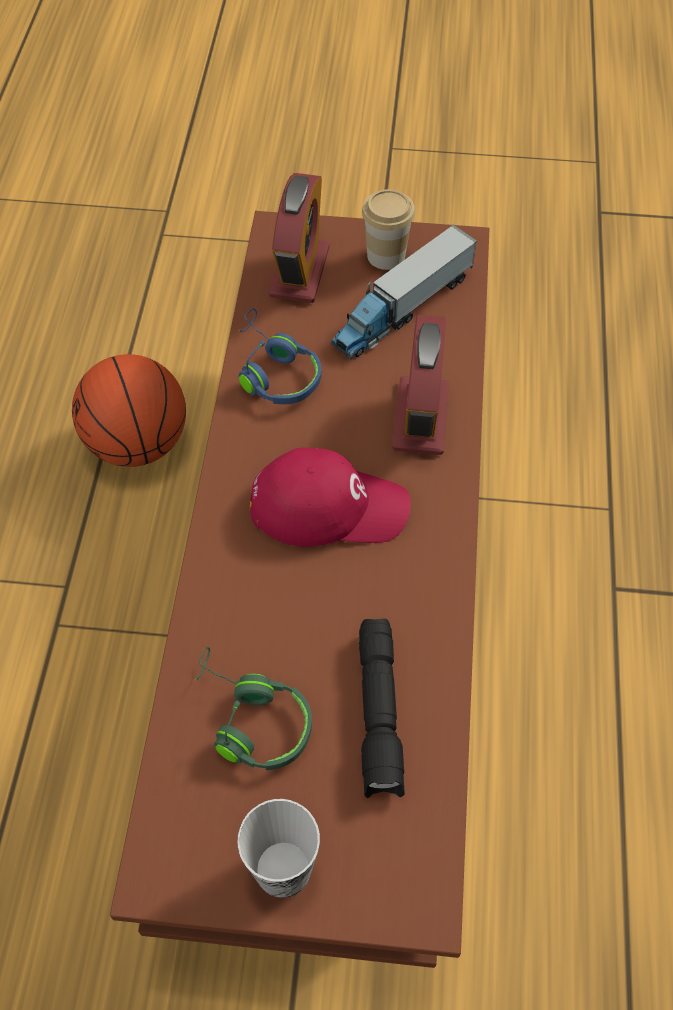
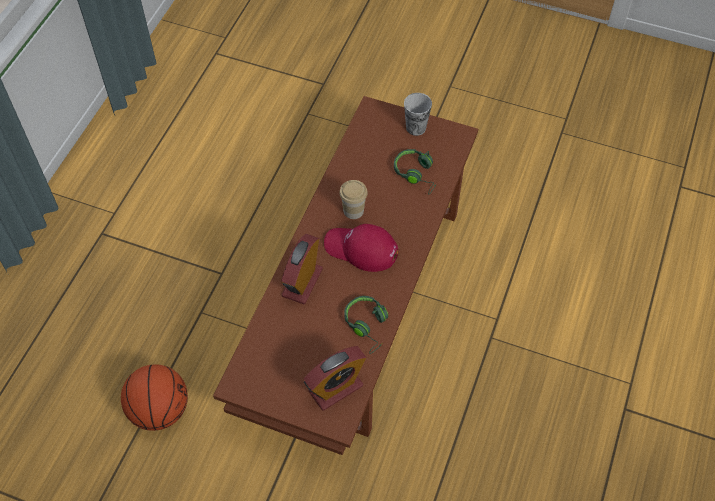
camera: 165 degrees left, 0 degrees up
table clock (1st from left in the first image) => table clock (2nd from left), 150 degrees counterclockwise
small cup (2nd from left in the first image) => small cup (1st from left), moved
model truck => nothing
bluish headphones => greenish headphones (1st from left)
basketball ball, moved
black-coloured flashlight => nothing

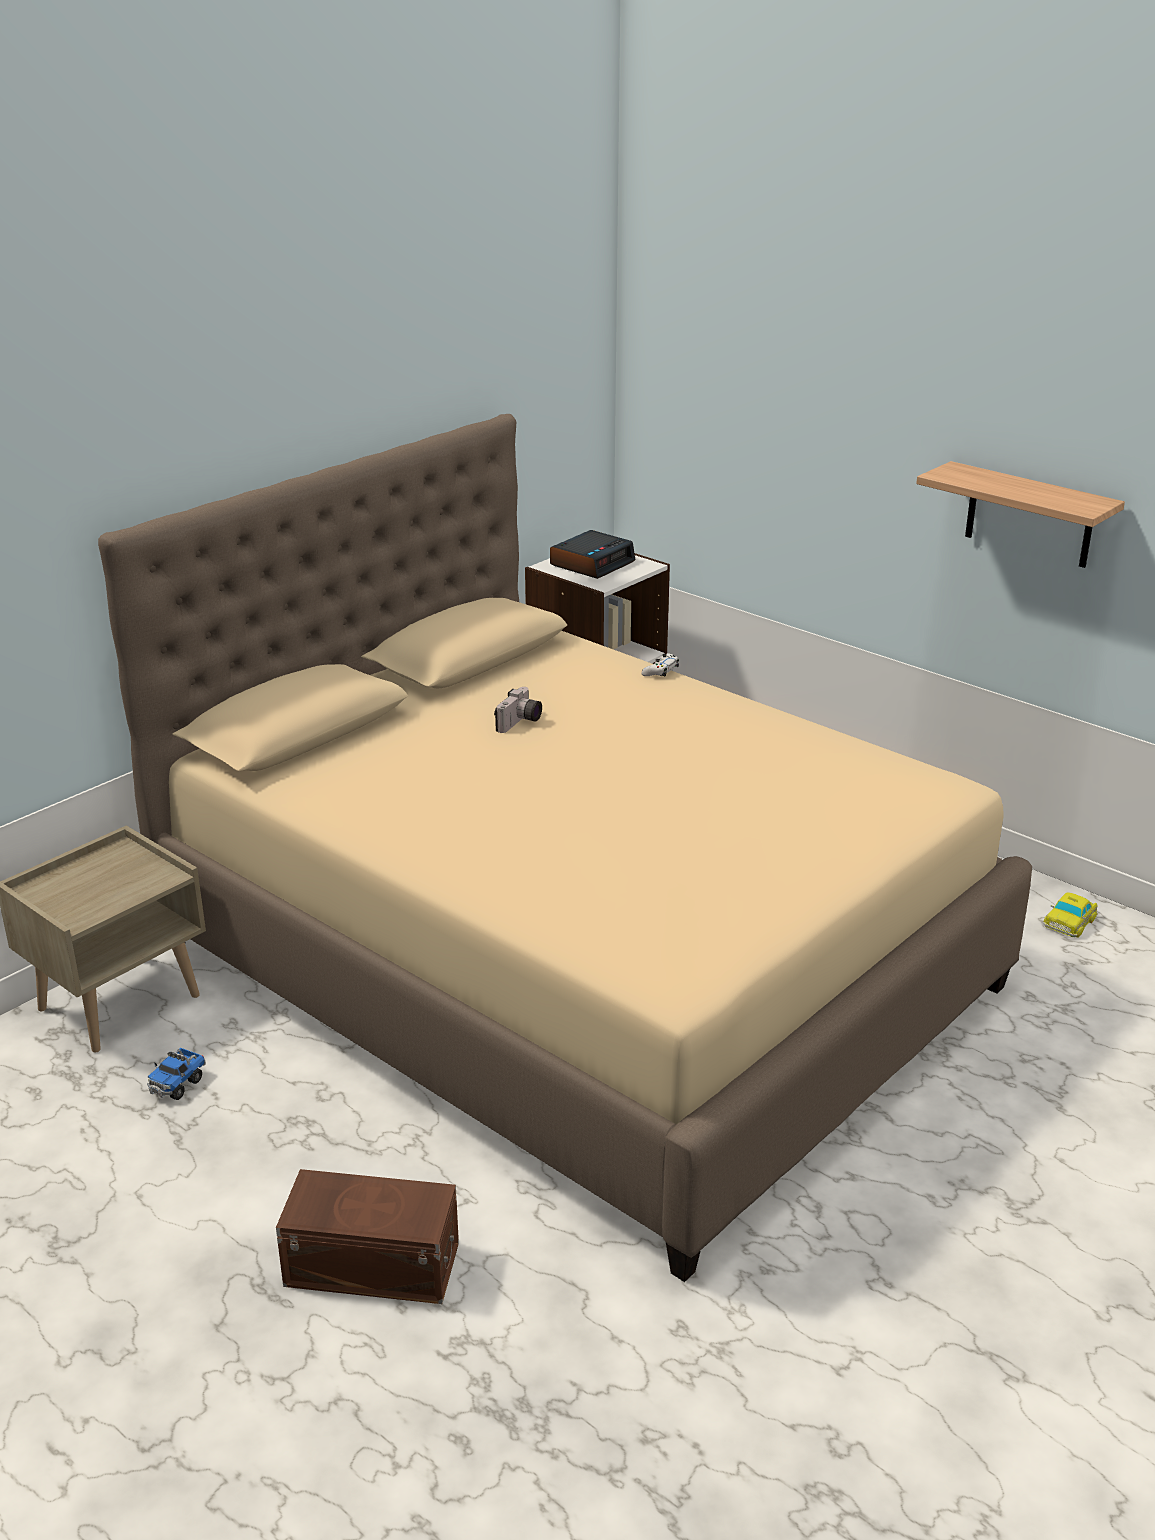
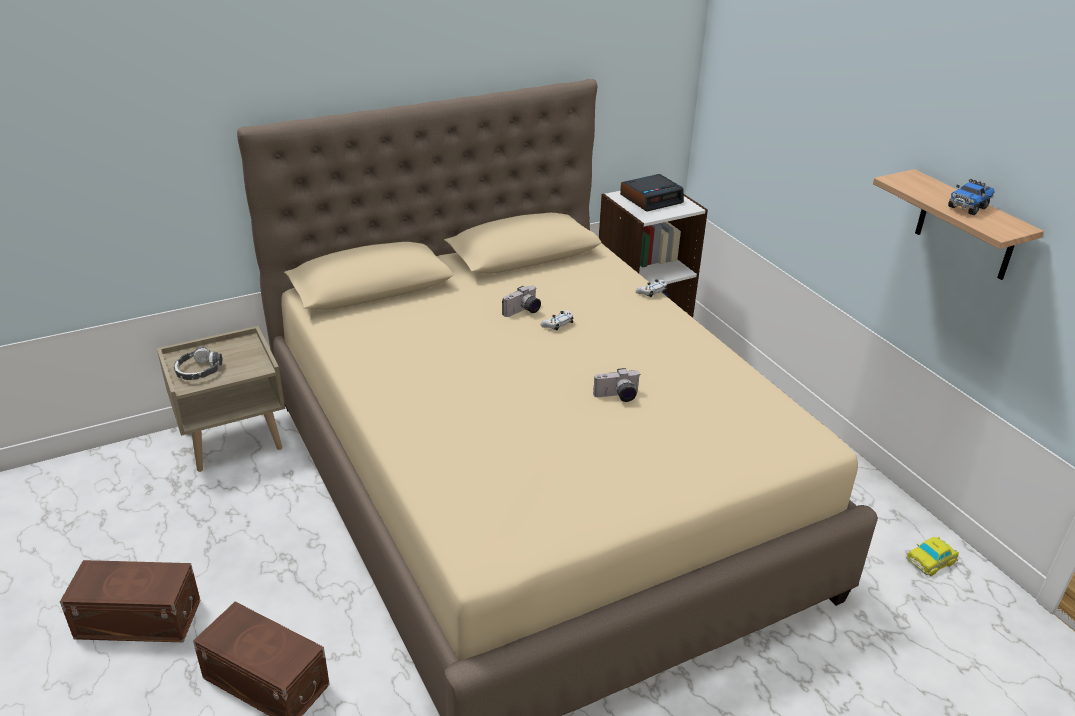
camera: 20 degrees right, 5 degrees up
model truck, moved
nothing => white-coloured joypad (1st from left)
nothing => headphones
nothing => photo camera (2nd from left)
nothing => brown storage bin (1st from left)

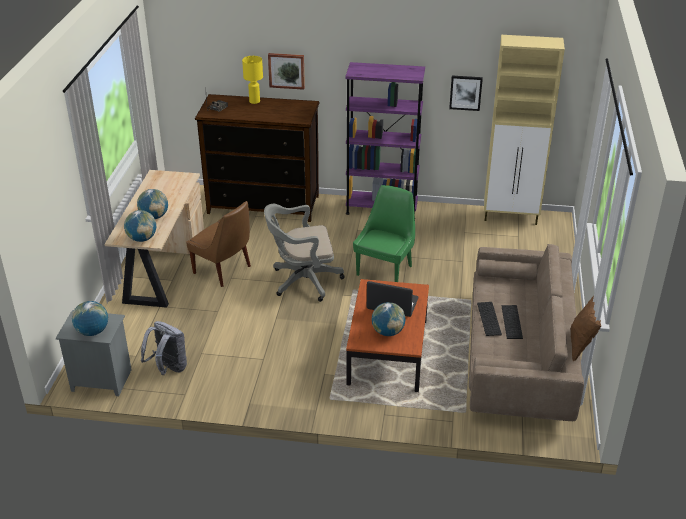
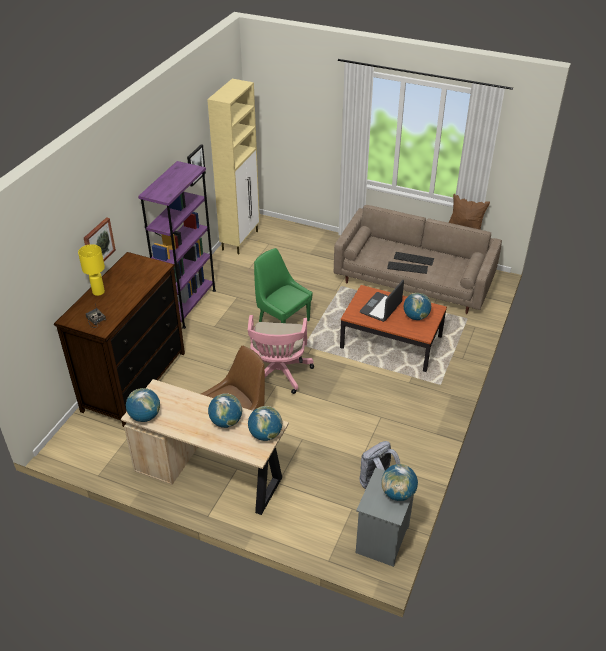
camera: 75 degrees left, 5 degrees up
greyish computer chair => pink computer chair
nothing => world globe (1st from left)

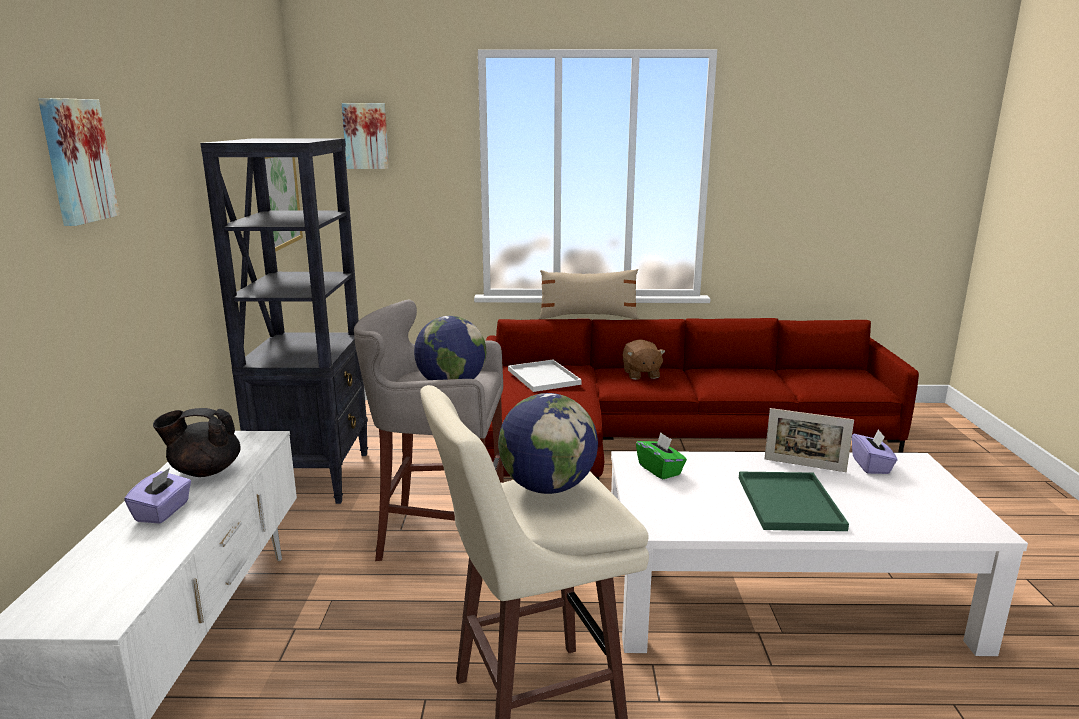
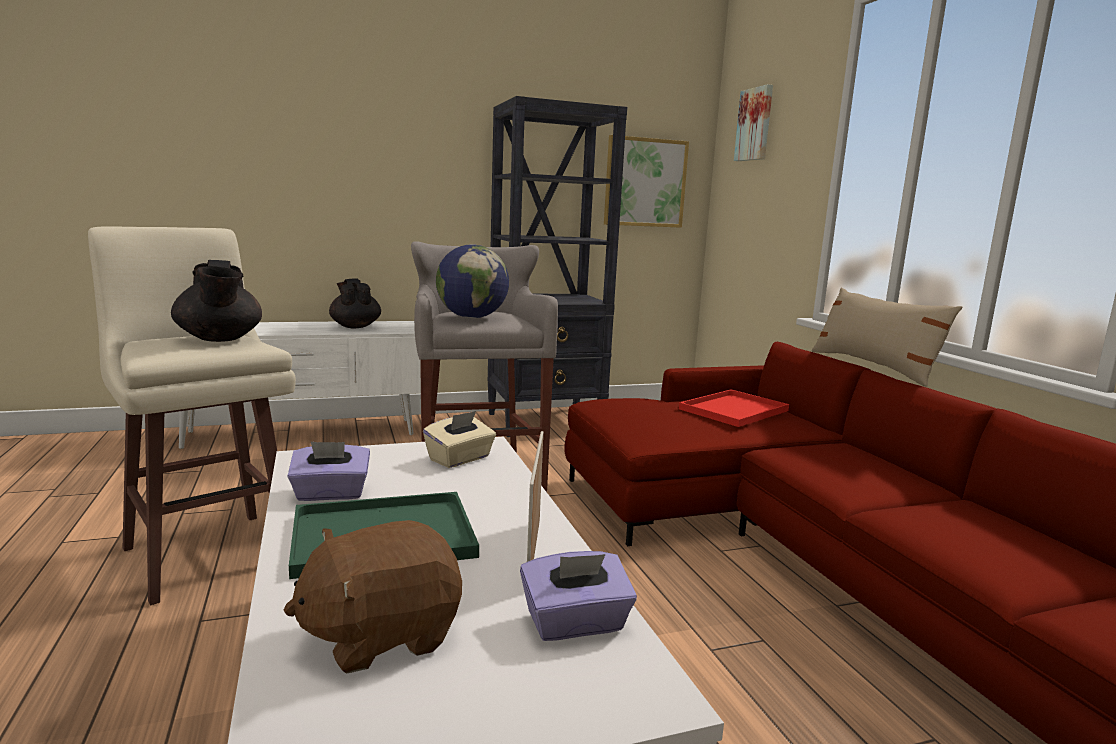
camera: 70 degrees right, 5 degrees down
picture (1st from left) => nothing
brown soft toy, moved
white-coloured serving tray => red serving tray
world globe (2nd from left) => black-coloured pot for tea (1st from left)
greenish tissue holder => sand-coloured tissue holder
purplish tissue holder (1st from left), moved

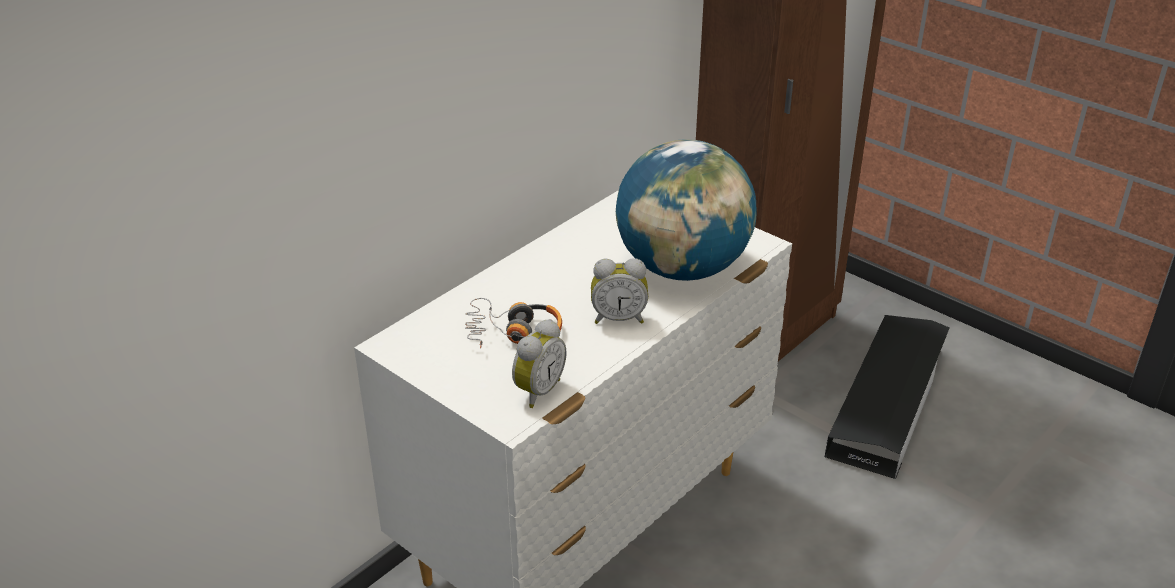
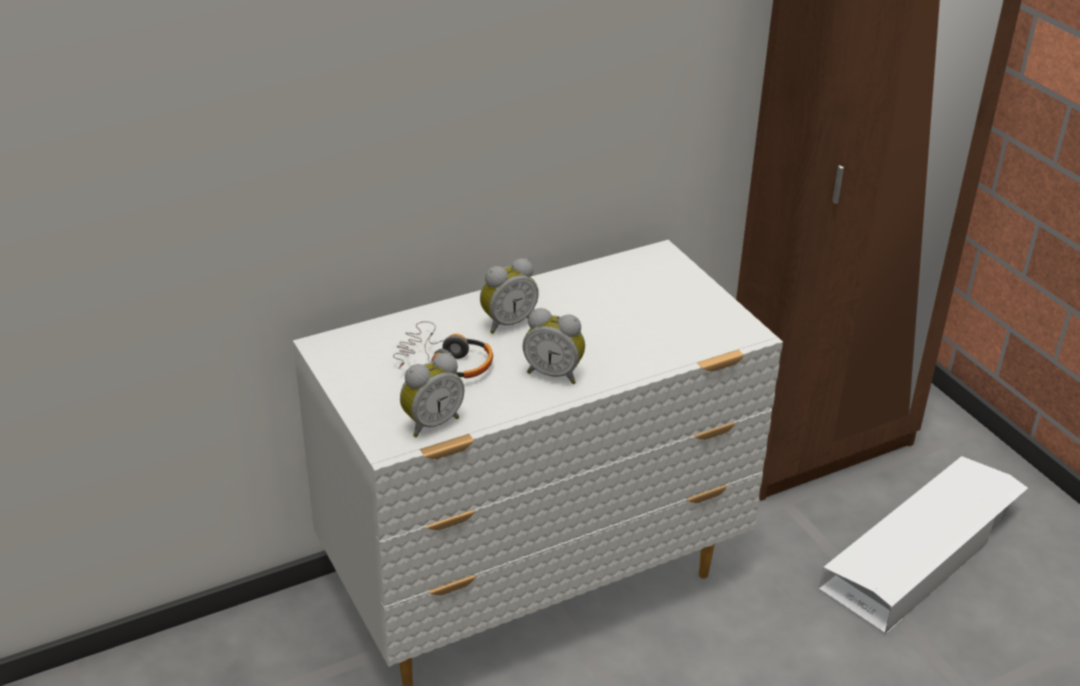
camera: 20 degrees right, 0 degrees up
world globe => nothing
black-coloured storage bin => white-coloured storage bin
nothing => table clock (2nd from left)

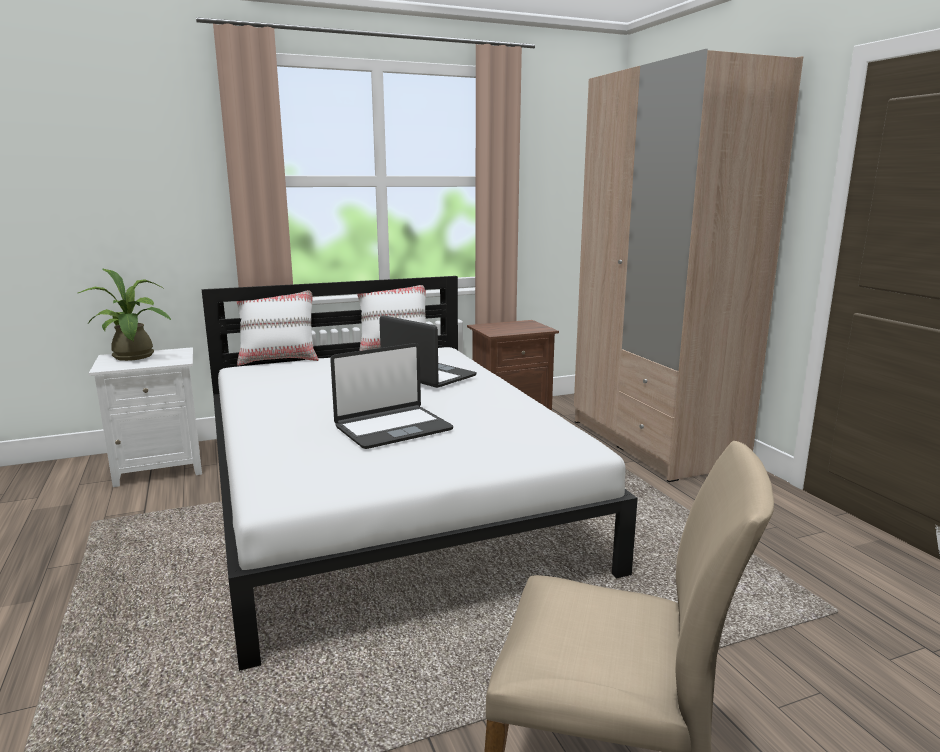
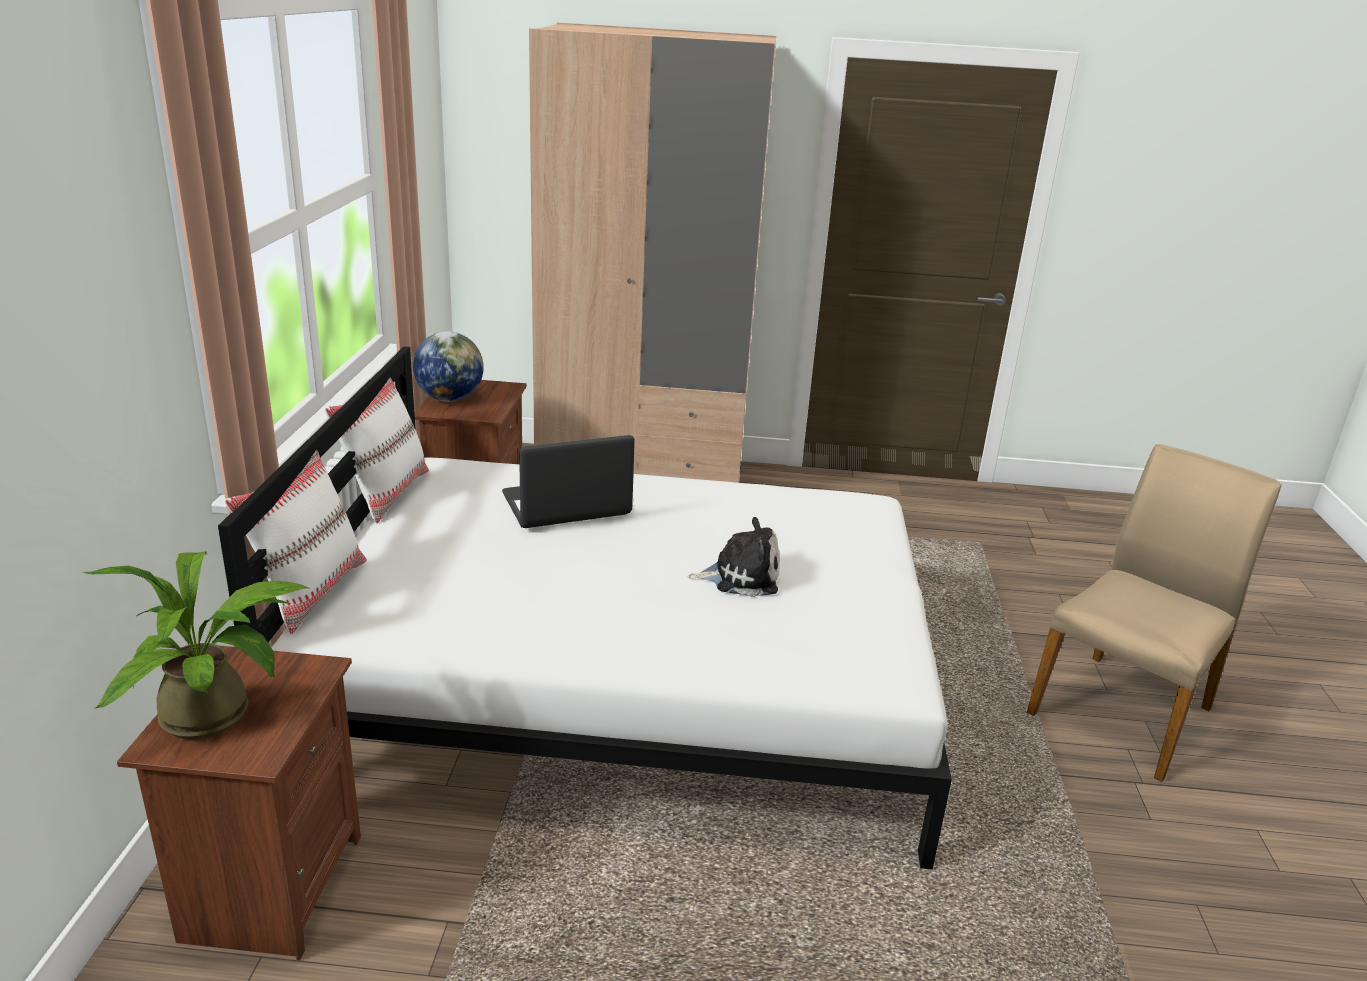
camera: 65 degrees left, 10 degrees up
portable computer (1st from left) => soft toy
white-coloured bedside table => brown bedside table (1st from left)
nothing => world globe

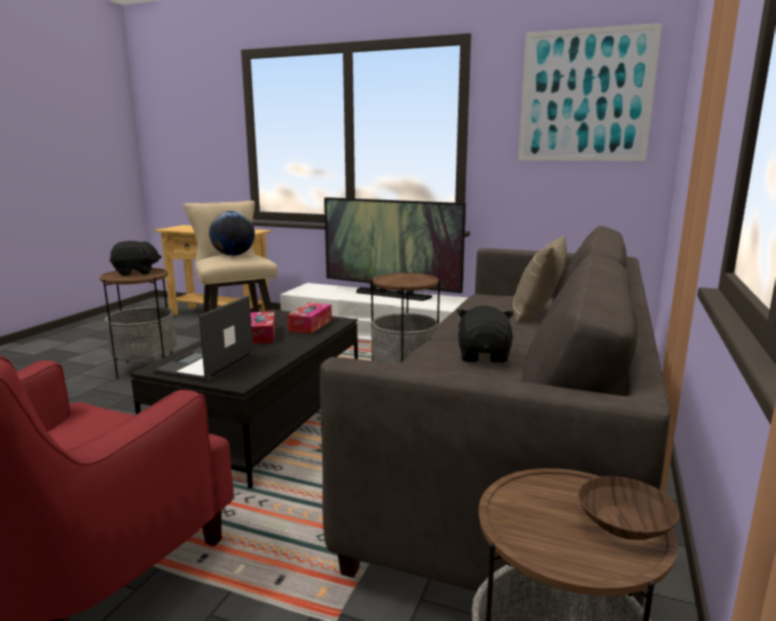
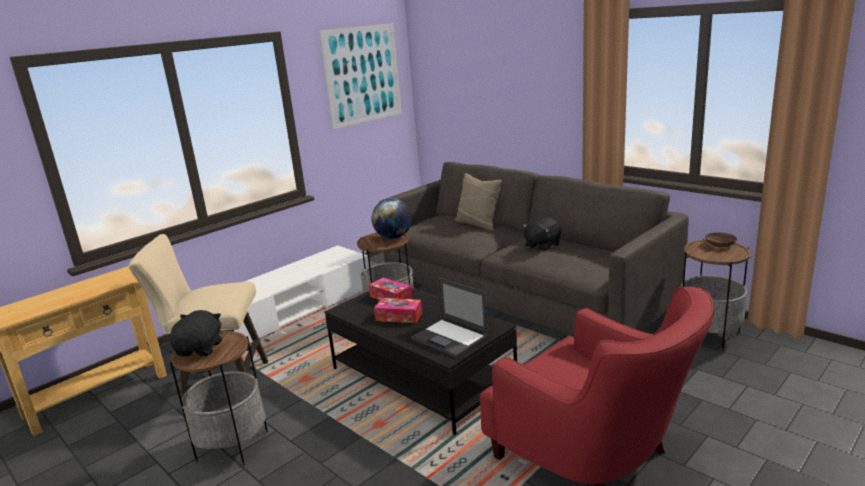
camera: 65 degrees left, 5 degrees up
TV set => nothing
world globe, moved
black-coloured soft toy (2nd from left), 75 degrees counterclockwise

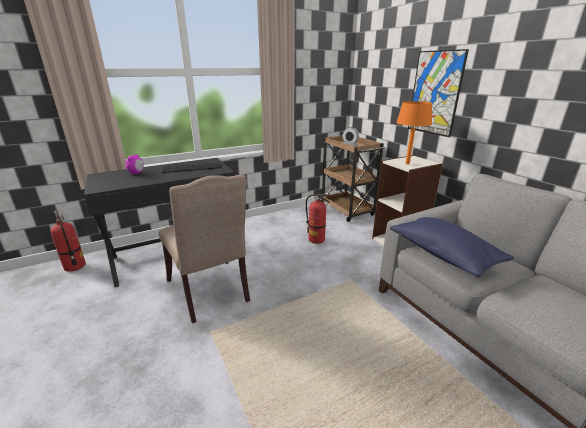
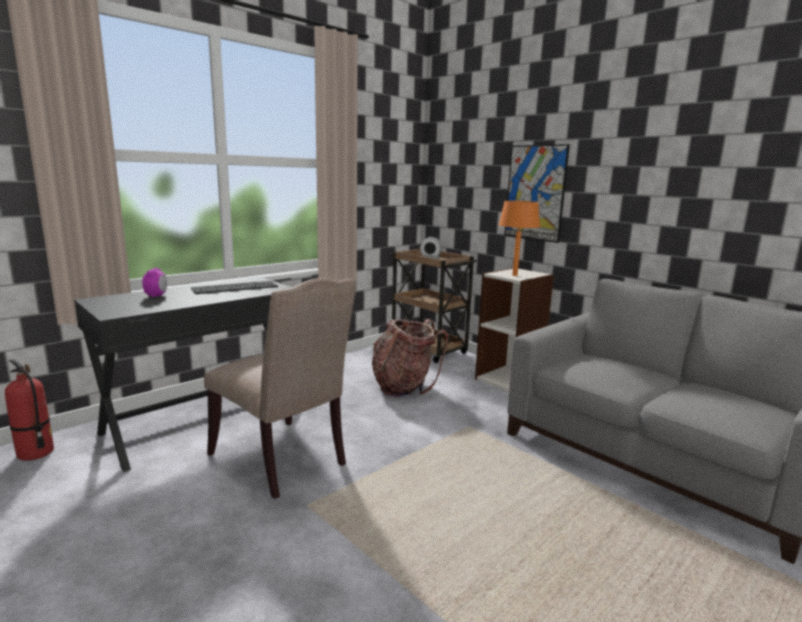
camera: 15 degrees left, 10 degrees down
fire-fighting cylinder (2nd from left) => knapsack
bluish pillow => nothing

